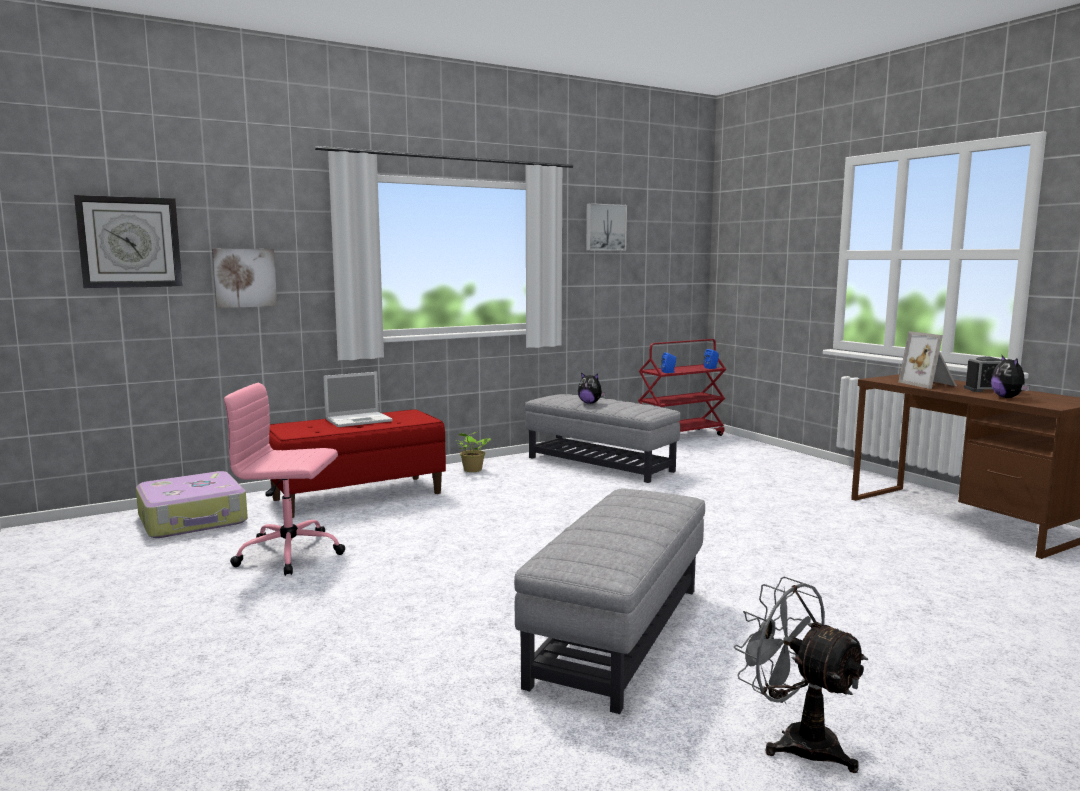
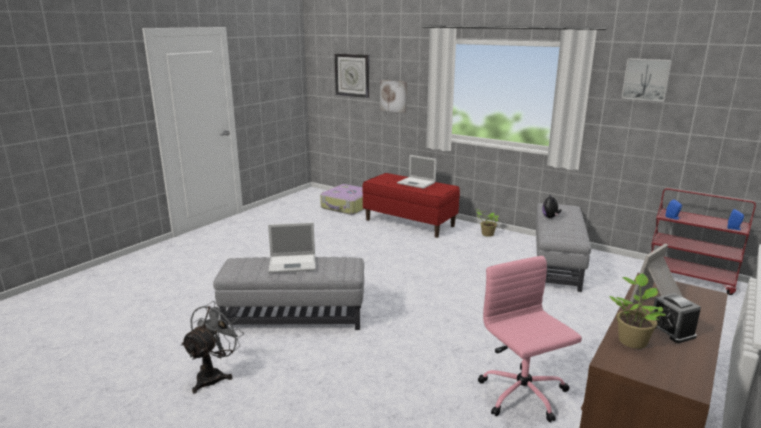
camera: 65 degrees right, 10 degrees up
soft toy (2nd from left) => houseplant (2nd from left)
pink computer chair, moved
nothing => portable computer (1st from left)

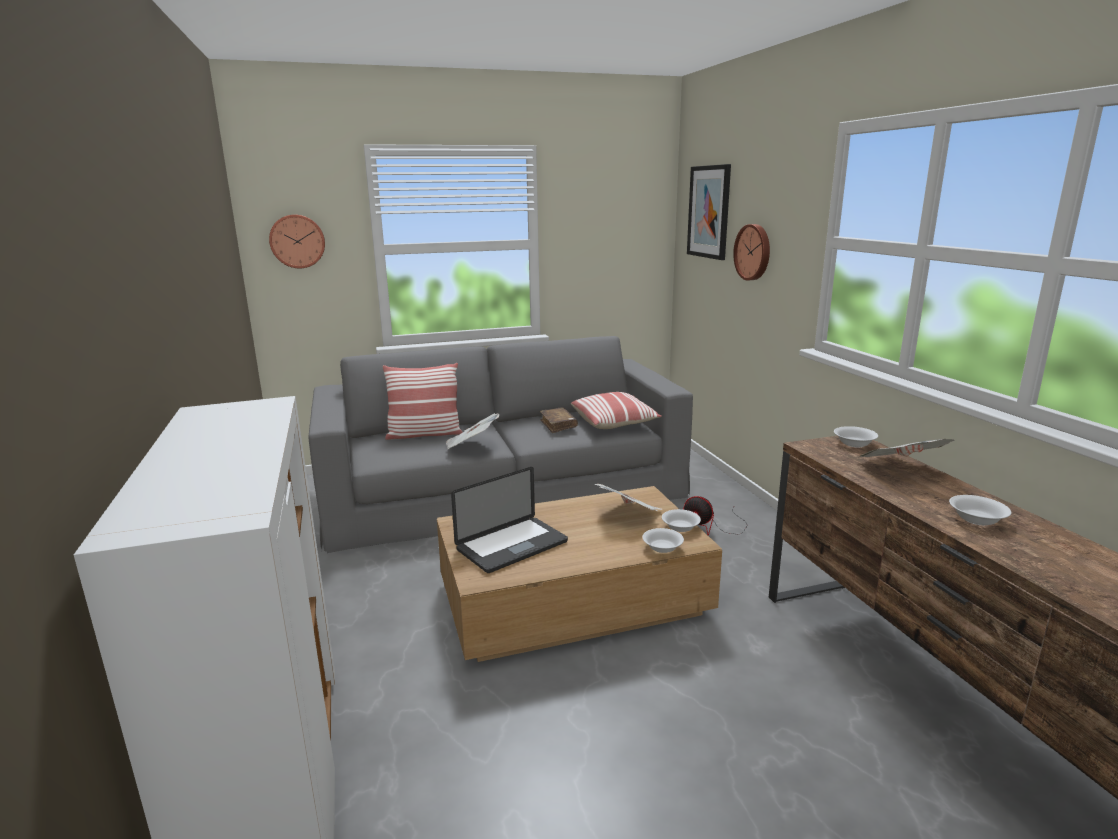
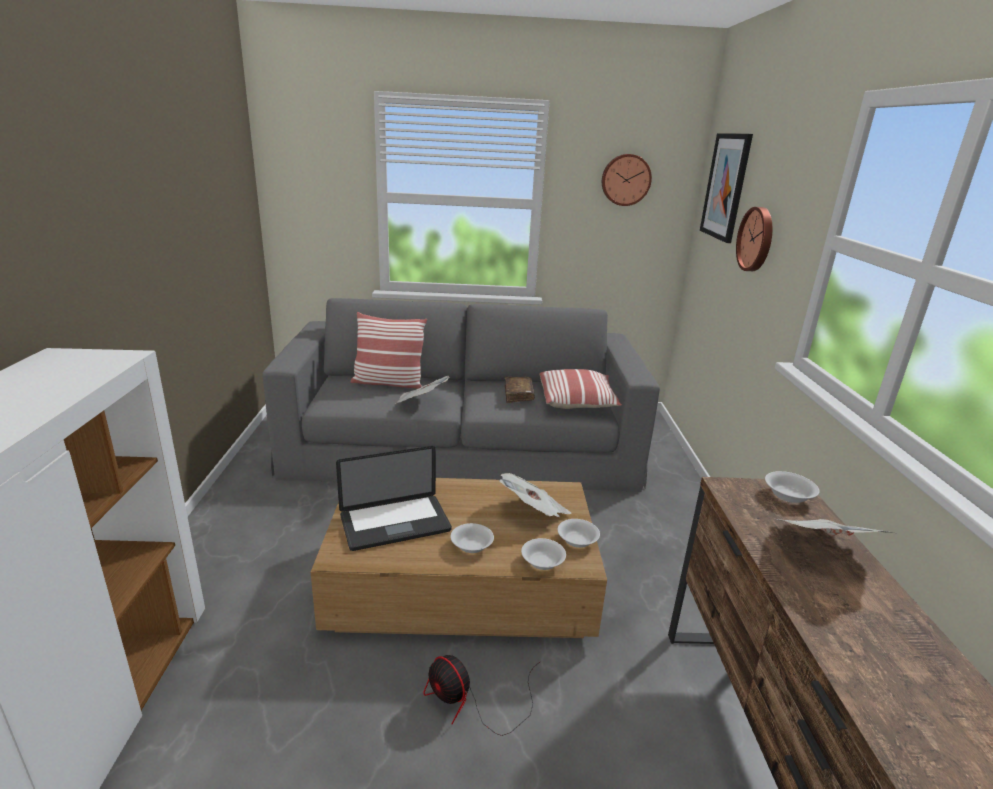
camera: 15 degrees right, 5 degrees up
wall clock (1st from left), moved
white-coloured bowl (4th from left in the first image) => white-coloured bowl (1st from left), moved
electric fan, moved

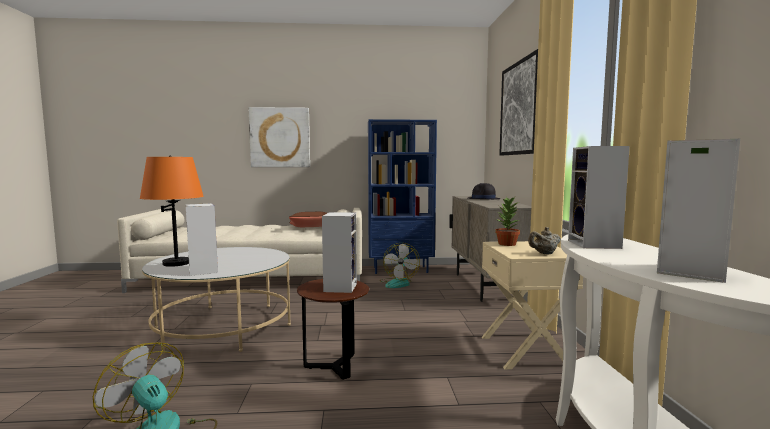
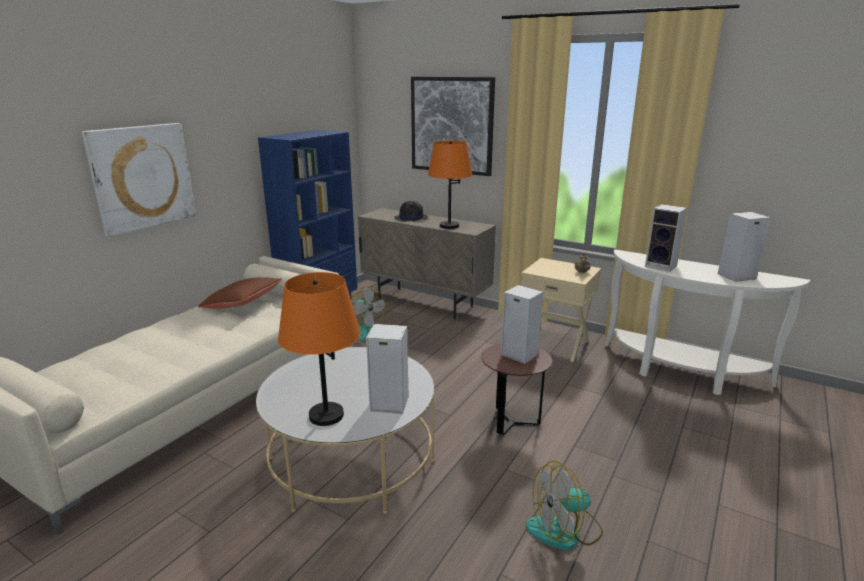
camera: 55 degrees left, 15 degrees up
houseplant => nothing
nothing => orange-coloured tabletop lamp (2nd from left)

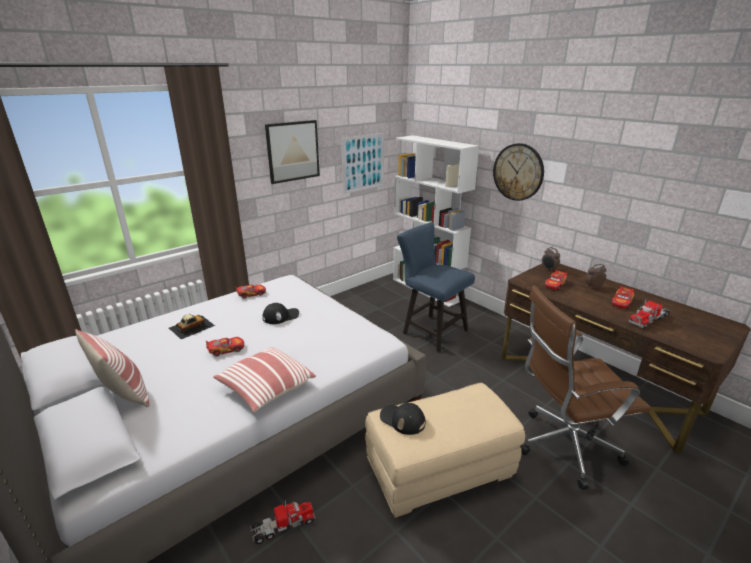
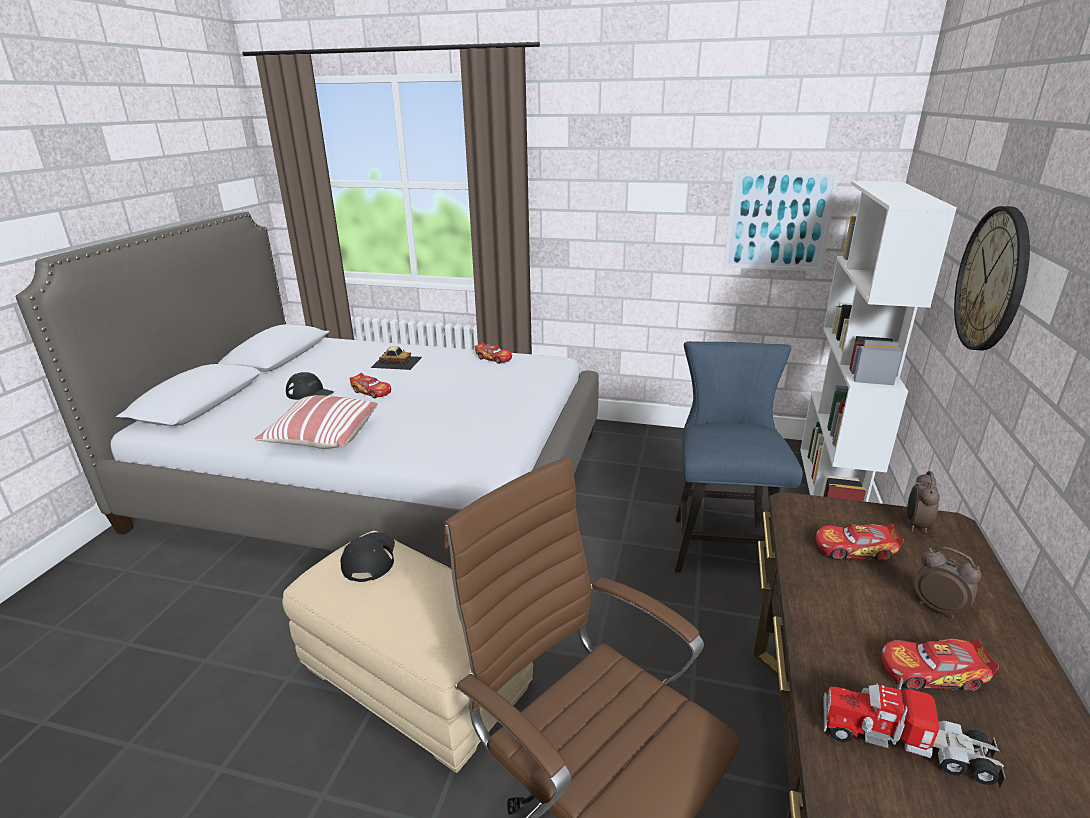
camera: 55 degrees right, 0 degrees up
picture (1st from left) => nothing
black-coloured baseball cap (1st from left), moved
pillow (1st from left) => nothing
model truck (1st from left) => nothing

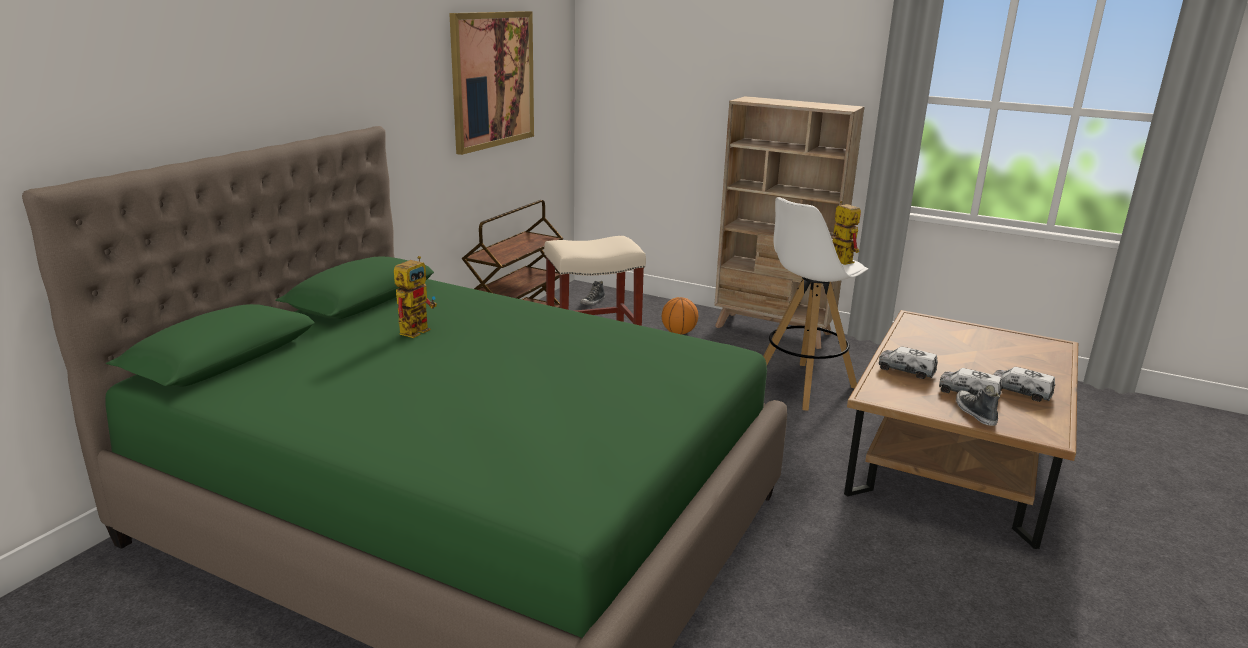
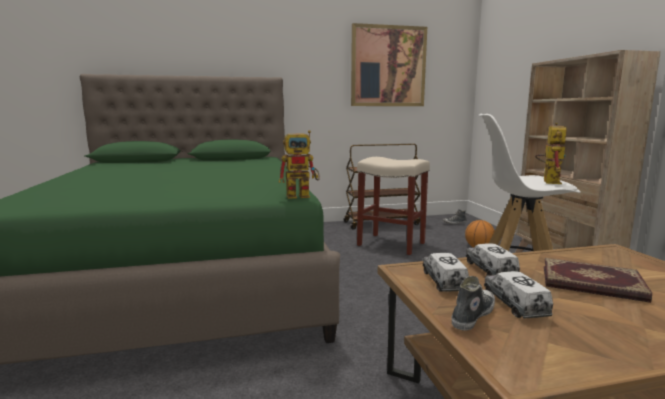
camera: 50 degrees right, 10 degrees down
toy robot (1st from left), moved
model truck (3rd from left in the first image) => model truck (1st from left), moved
nothing => book

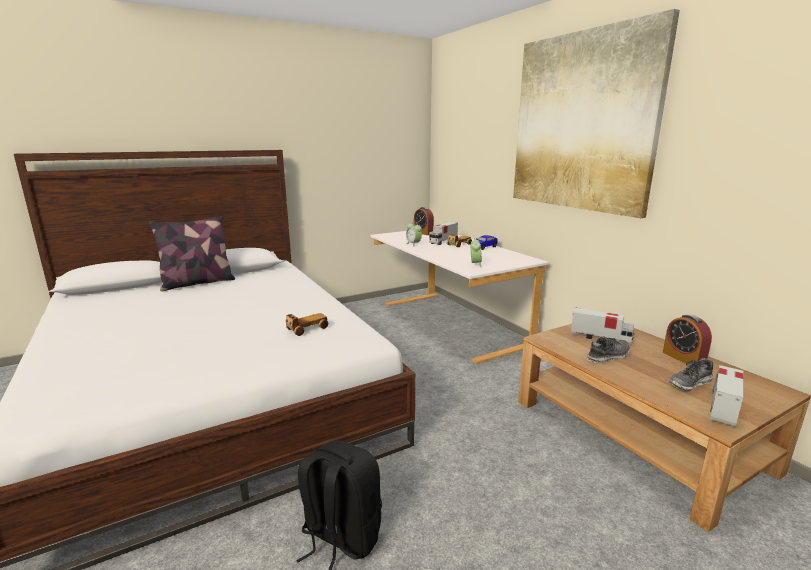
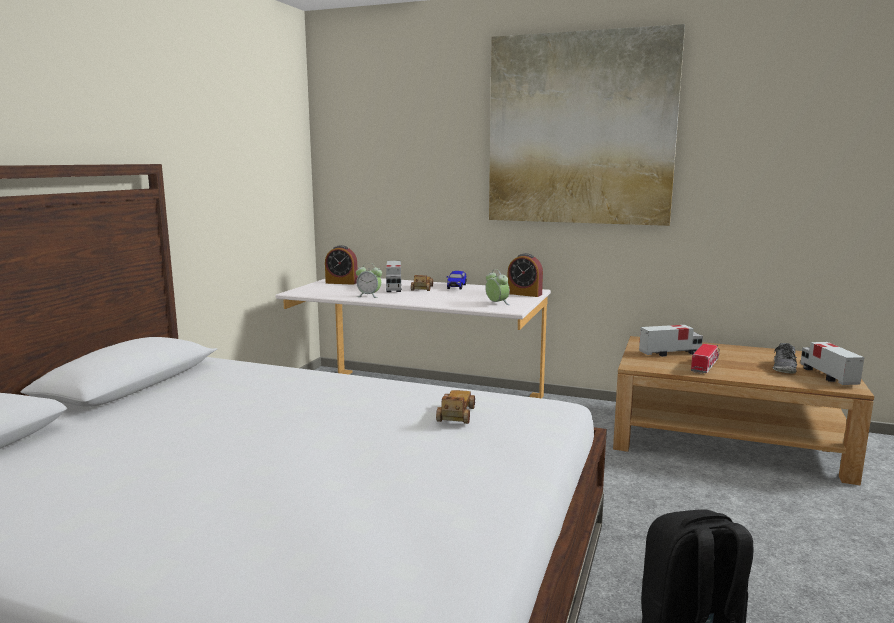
camera: 40 degrees left, 5 degrees down
pillow => nothing
table clock (4th from left), moved
shoe (1st from left) => model truck (3rd from left)

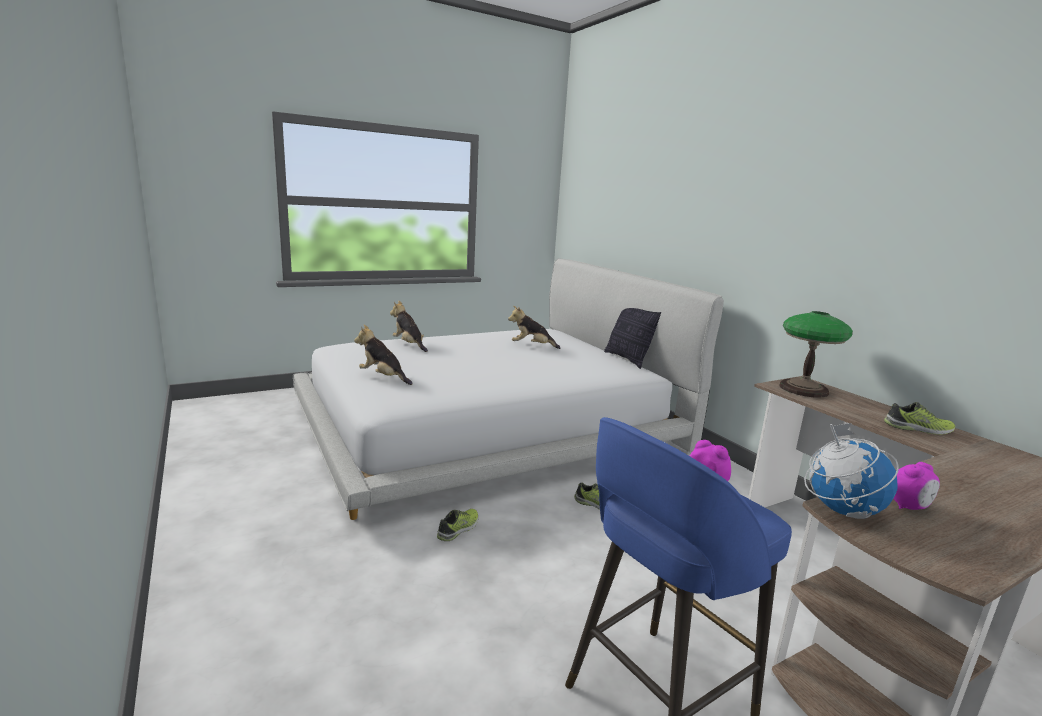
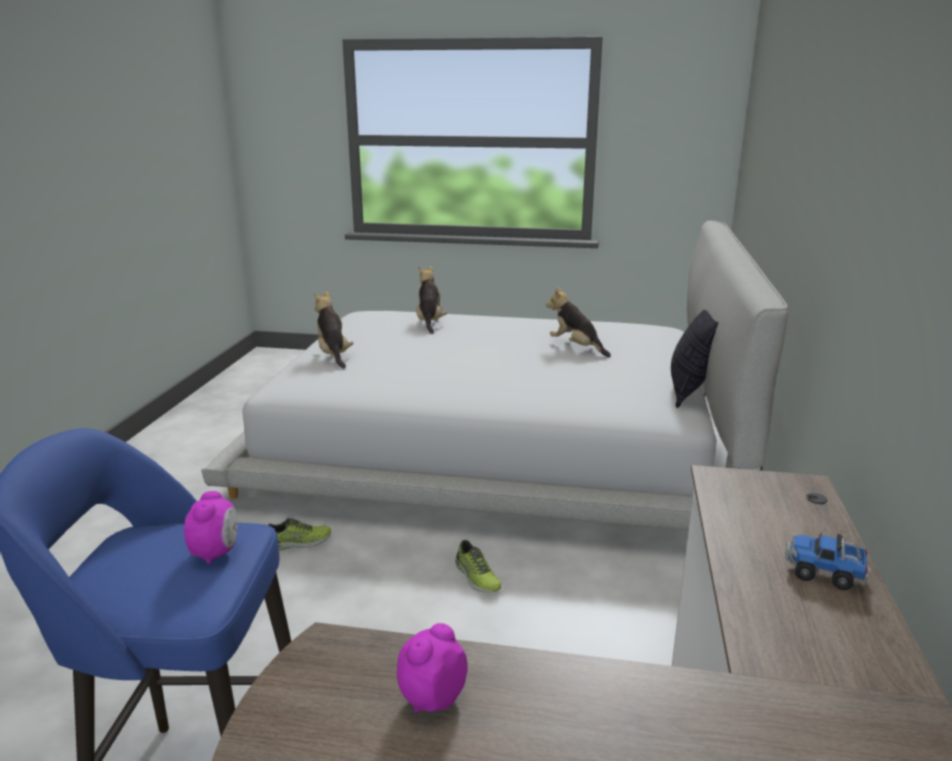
camera: 40 degrees right, 5 degrees up
tabletop lamp => nothing
shoe (3rd from left) => nothing
world globe => nothing
table clock (2nd from left), 120 degrees clockwise
nothing => model truck

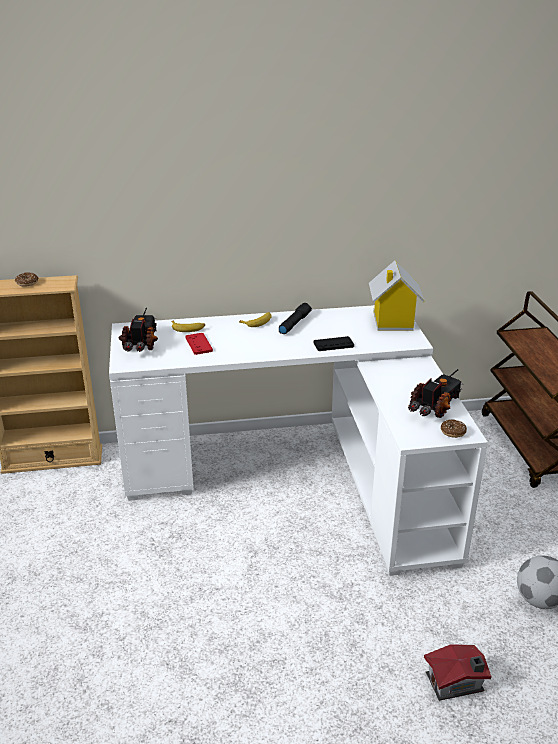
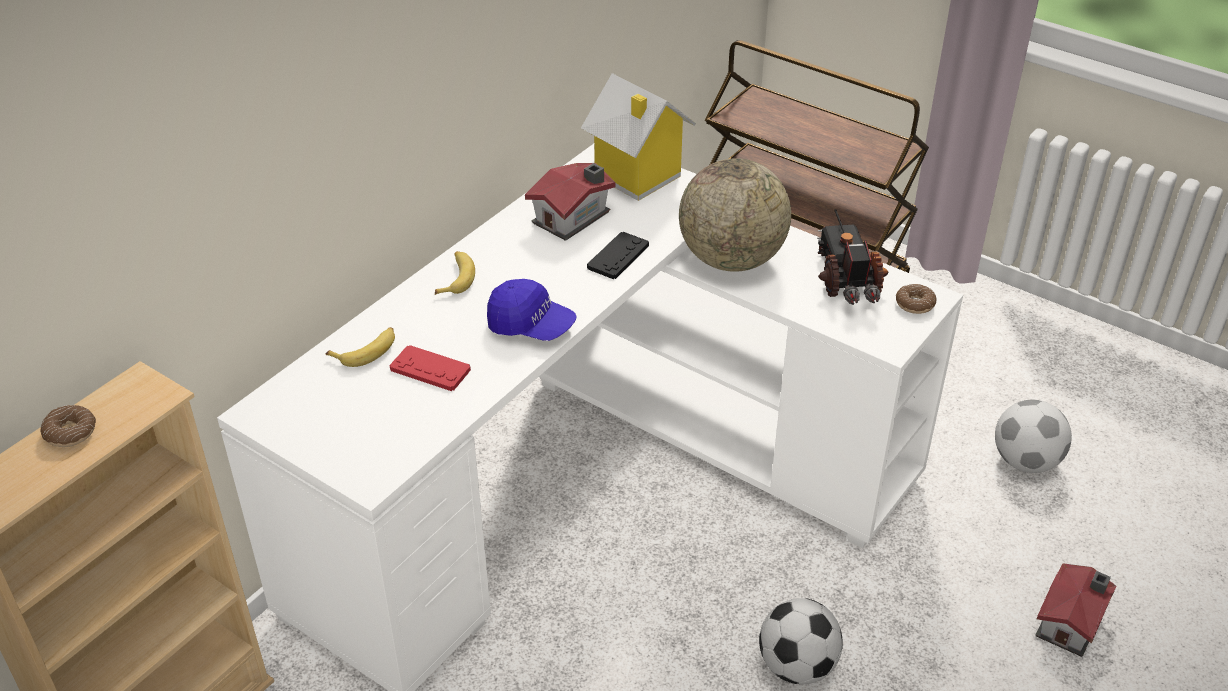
camera: 45 degrees left, 10 degrees up
black-coloured flashlight => nothing
model truck (1st from left) => nothing
nothing => world globe
nothing => toy house (1st from left)
nothing => bluish baseball cap
nothing => football (1st from left)

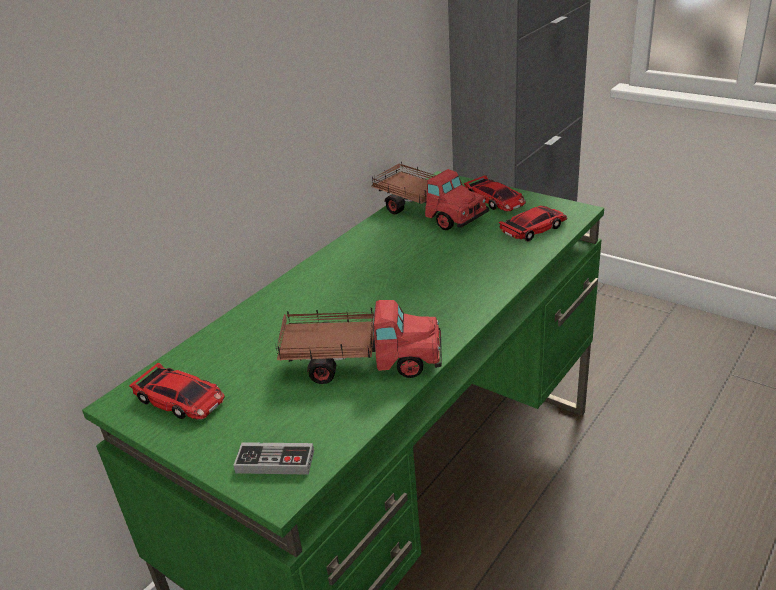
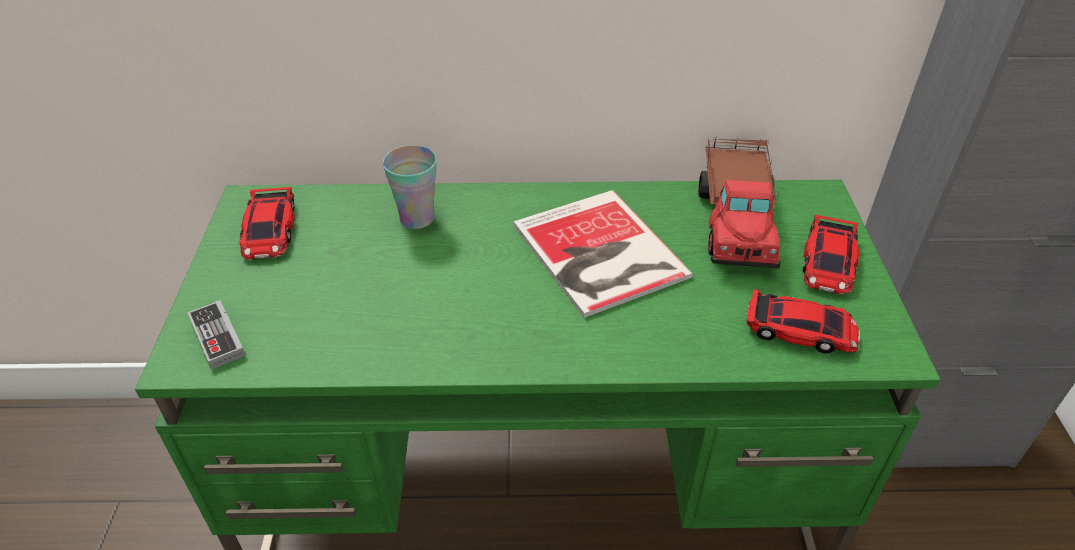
camera: 50 degrees right, 10 degrees up
model truck (1st from left) => nothing
nothing => small cup
nothing => book

